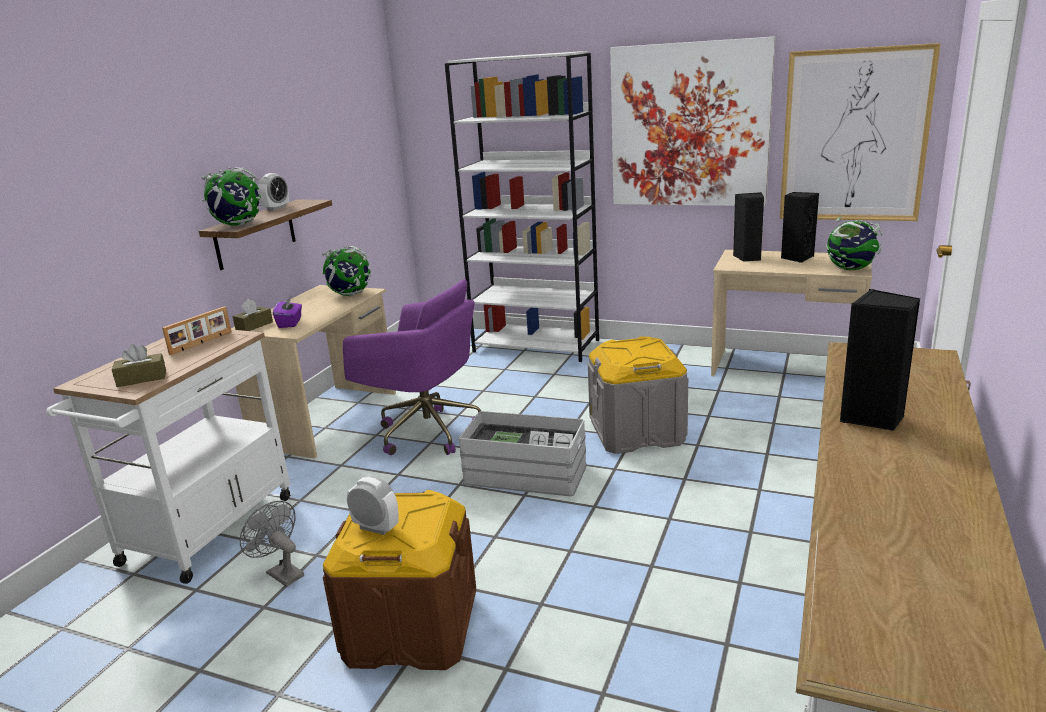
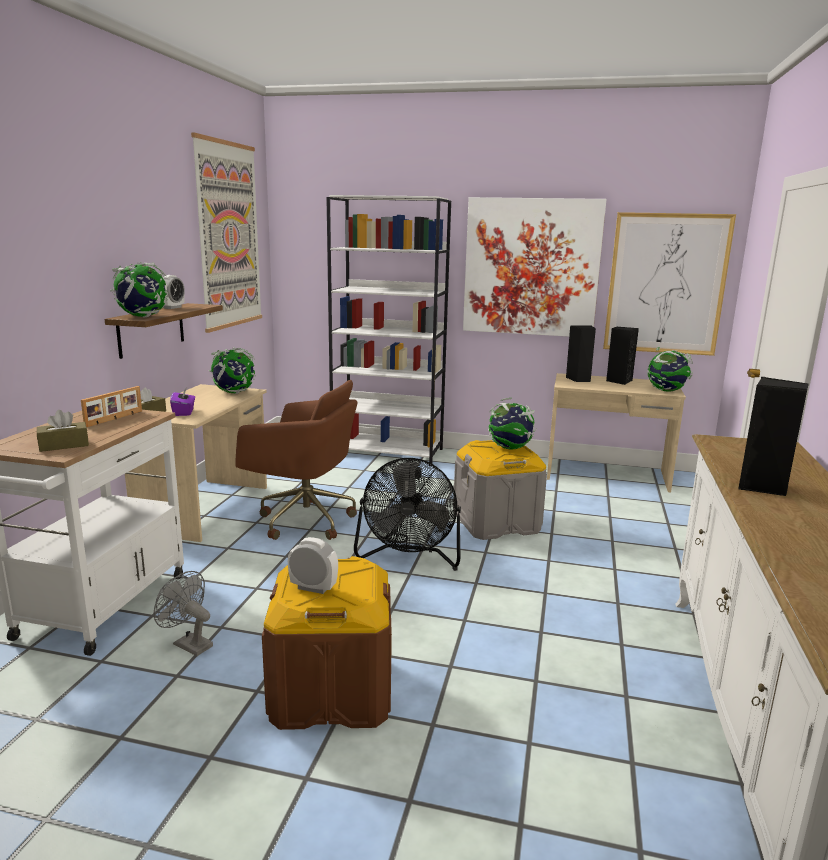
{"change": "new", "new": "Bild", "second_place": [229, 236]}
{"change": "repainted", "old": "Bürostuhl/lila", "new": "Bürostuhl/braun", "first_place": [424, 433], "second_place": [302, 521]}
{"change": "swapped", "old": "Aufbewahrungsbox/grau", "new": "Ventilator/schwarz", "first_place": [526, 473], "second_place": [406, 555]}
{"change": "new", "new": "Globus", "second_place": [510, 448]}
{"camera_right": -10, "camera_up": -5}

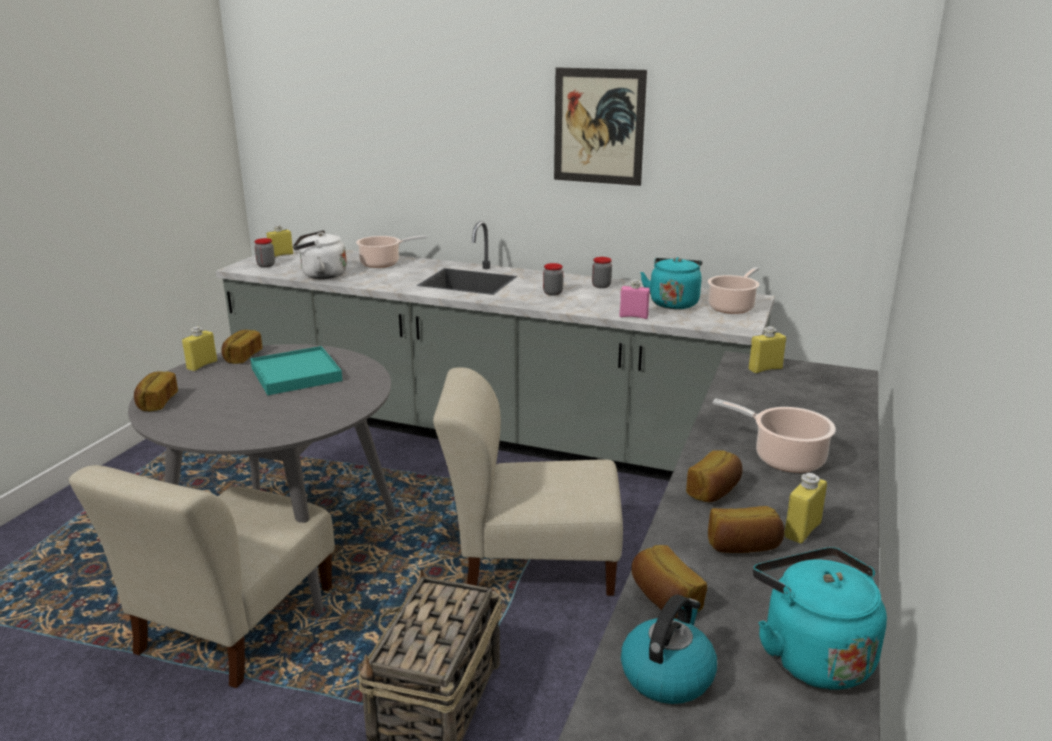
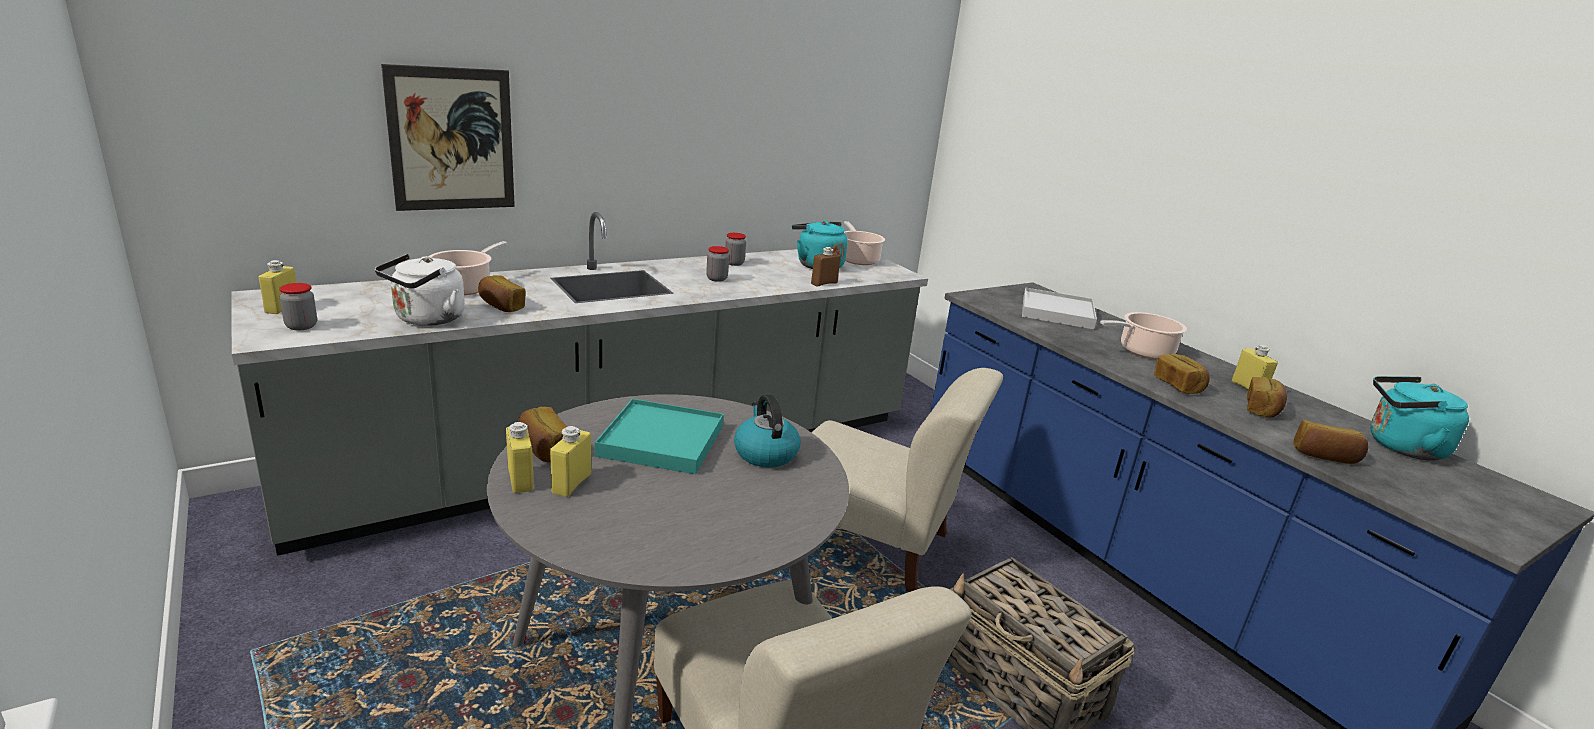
{"change": "shifted", "old": "Bild", "first_place": [598, 126], "second_place": [452, 140]}
{"change": "shifted", "old": "Brot", "first_place": [156, 402], "second_place": [501, 306]}
{"change": "shifted", "old": "Flasche/gelb", "first_place": [765, 369], "second_place": [571, 484]}
{"change": "shifted", "old": "Wasserkessel", "first_place": [667, 674], "second_place": [765, 453]}
{"change": "repainted", "old": "Flasche/rosa", "new": "Flasche/braun", "first_place": [633, 316], "second_place": [824, 283]}
{"change": "rotated", "old": "Stuhl/beige", "first_place": [532, 561], "second_place": [870, 542], "degrees": -105}
{"change": "new", "new": "Tablett/weiß", "second_place": [1057, 312]}
{"camera_right": -55, "camera_up": 0}

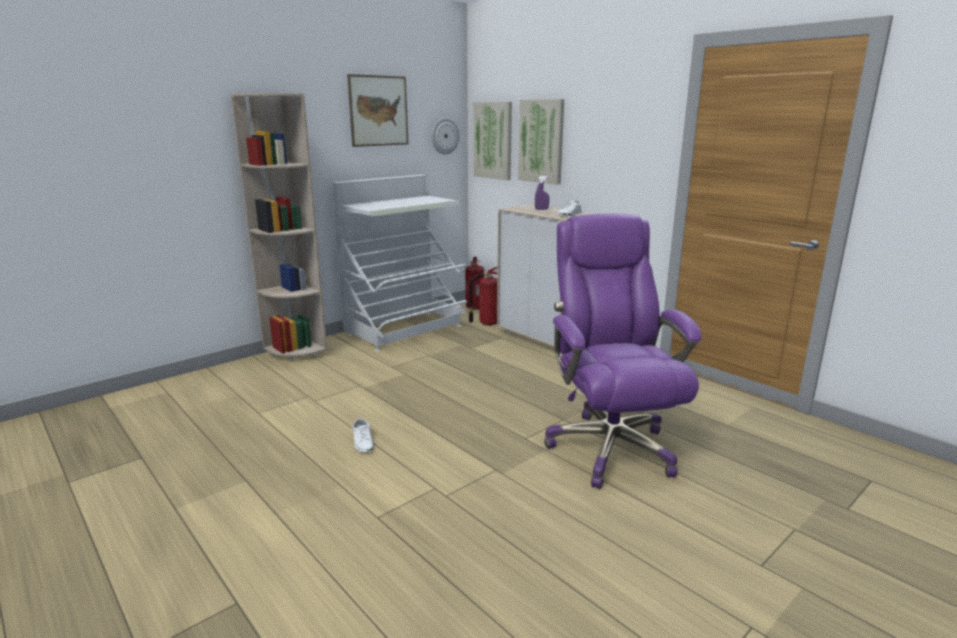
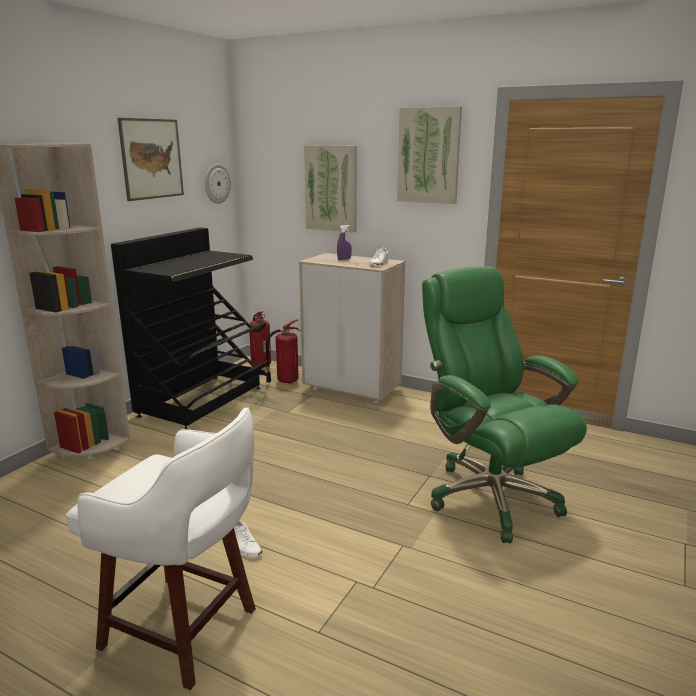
{"change": "new", "new": "Hocker/weiß", "second_place": [184, 631]}
{"change": "repainted", "old": "Schuhregal/weiß", "new": "Schuhregal/schwarz", "first_place": [407, 331], "second_place": [205, 402]}
{"change": "shifted", "old": "Bild", "first_place": [493, 140], "second_place": [429, 155]}
{"change": "repainted", "old": "Bürostuhl/lila", "new": "Bürostuhl/grün", "first_place": [610, 446], "second_place": [490, 496]}
{"camera_right": -20, "camera_up": 0}

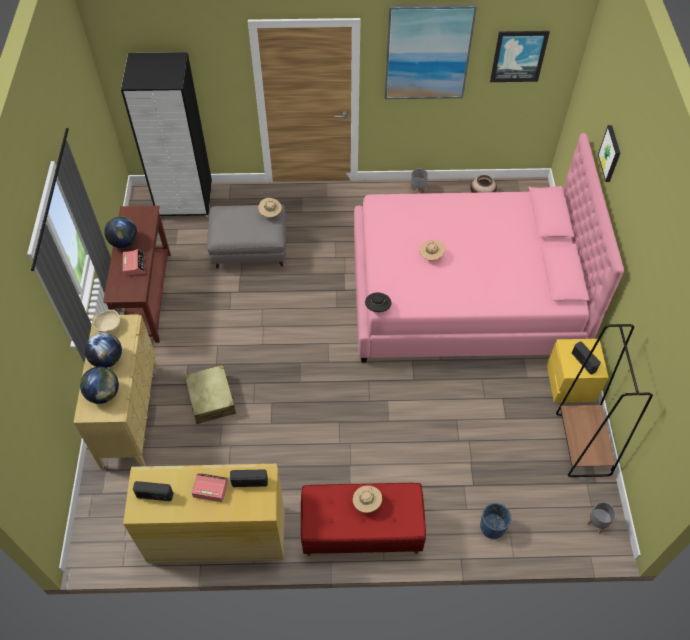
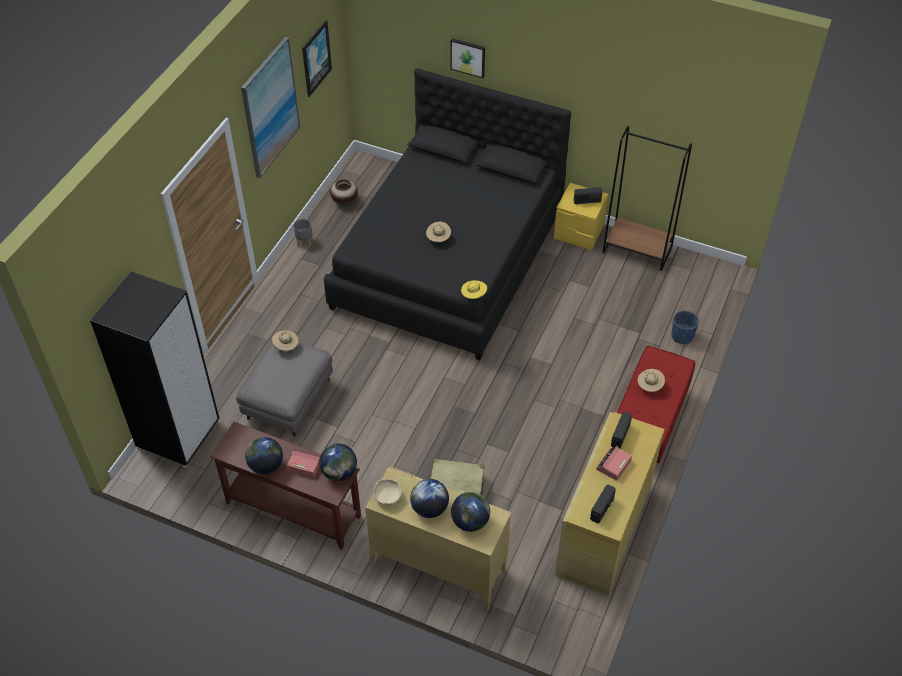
{"change": "new", "new": "Globus", "second_place": [339, 472]}
{"change": "repainted", "old": "Bett/rosa", "new": "Bett/schwarz", "first_place": [464, 294], "second_place": [448, 260]}
{"change": "repainted", "old": "Hut/schwarz", "new": "Hut/gelb", "first_place": [377, 308], "second_place": [473, 296]}
{"change": "gone", "old": "Pflanzkübel/grau", "first_place": [597, 523]}
{"camera_right": -65, "camera_up": -5}

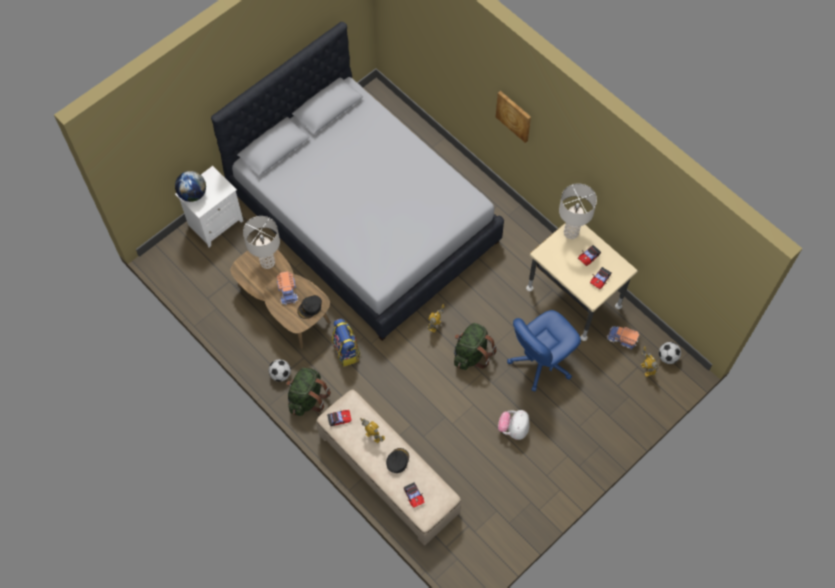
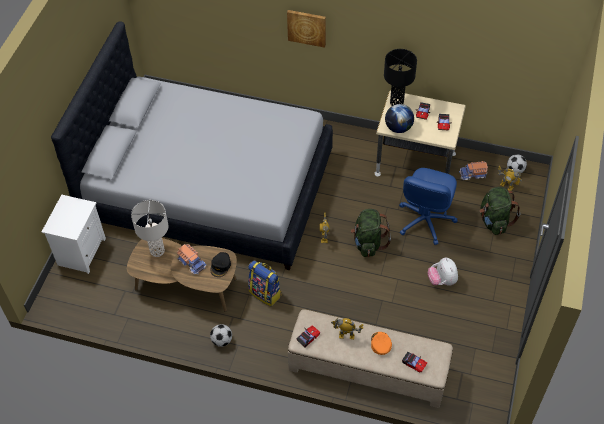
{"change": "repainted", "old": "Kappe/schwarz", "new": "Kappe/orange", "first_place": [397, 461], "second_place": [380, 344]}
{"change": "repainted", "old": "Tischlampe/weiß", "new": "Tischlampe/schwarz", "first_place": [571, 232], "second_place": [396, 102]}
{"change": "shifted", "old": "Globus", "first_place": [192, 194], "second_place": [398, 128]}
{"change": "shifted", "old": "Rucksack/grün", "first_place": [307, 398], "second_place": [494, 221]}
{"camera_right": -30, "camera_up": -10}

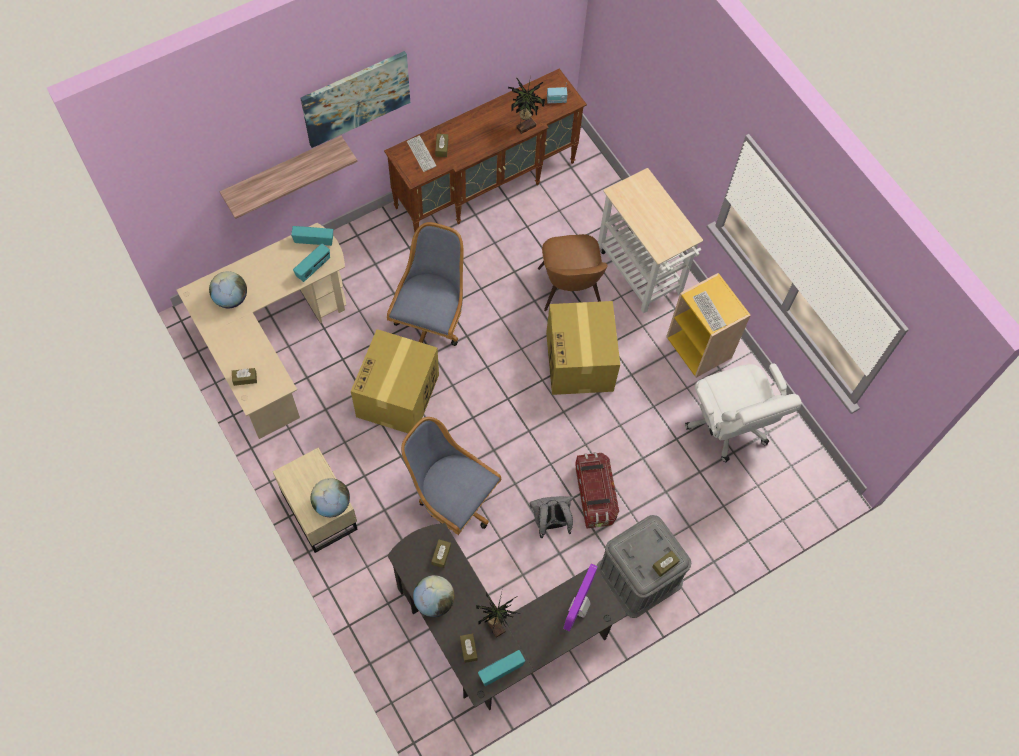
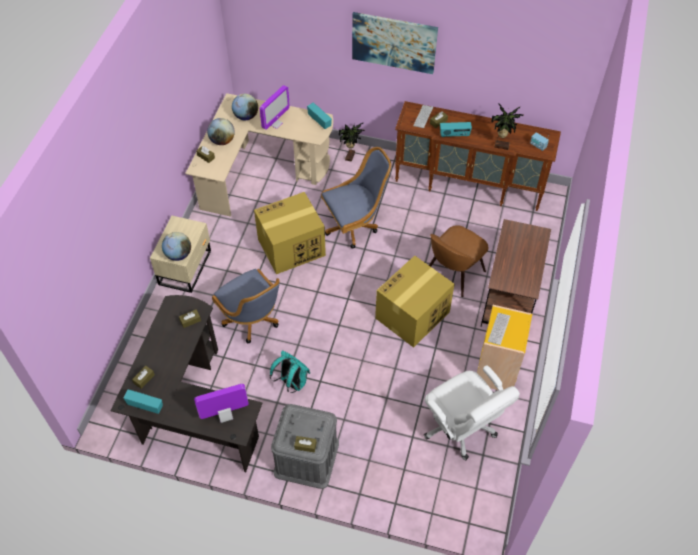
{"change": "shifted", "old": "Globus", "first_place": [434, 601], "second_place": [222, 141]}
{"change": "rotated", "old": "Bürostuhl/blau", "first_place": [451, 501], "second_place": [254, 322], "degrees": 150}
{"change": "new", "new": "Monitor", "second_place": [275, 123]}
{"change": "repainted", "old": "Rucksack/grau", "new": "Rucksack/türkis", "first_place": [550, 523], "second_place": [292, 382]}
{"change": "shifted", "old": "Topfpflanze", "first_place": [496, 624], "second_place": [351, 156]}
{"change": "rotated", "old": "Bürostuhl/weiß", "first_place": [728, 428], "second_place": [461, 430], "degrees": -60}
{"change": "shifted", "old": "Radio", "first_place": [313, 268], "second_place": [454, 135]}
{"change": "swapped", "old": "Rollwagen/weiß", "new": "Schreibtisch/braun", "first_place": [640, 272], "second_place": [509, 299]}
{"change": "gone", "old": "Wandregal", "first_place": [283, 171]}
{"change": "gone", "old": "Aufbewahrungsbox", "first_place": [594, 495]}
{"camera_right": 50, "camera_up": -10}

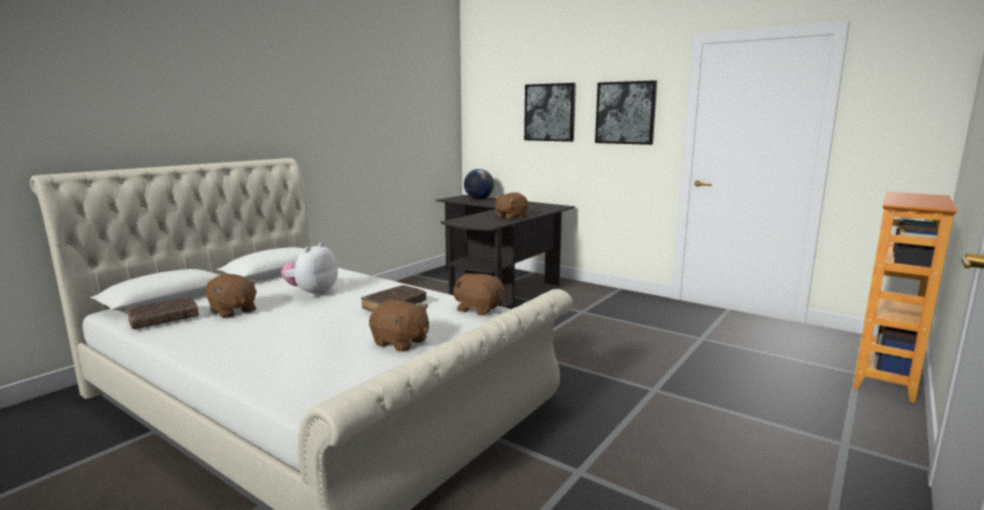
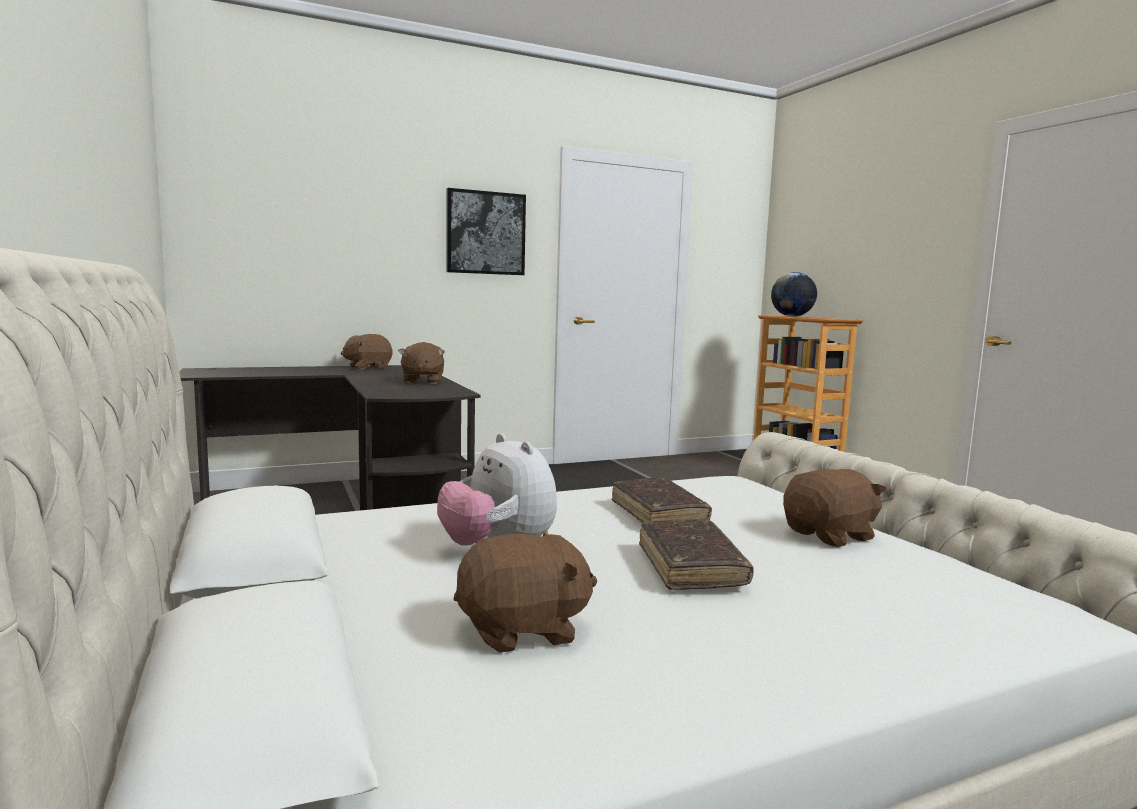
{"change": "shifted", "old": "Plüschtier/braun", "first_place": [478, 309], "second_place": [368, 368]}
{"change": "shifted", "old": "Buch/braun", "first_place": [164, 320], "second_place": [691, 566]}
{"change": "shifted", "old": "Globus", "first_place": [478, 199], "second_place": [792, 316]}
{"change": "gone", "old": "Bild", "first_place": [550, 112]}
{"camera_right": -60, "camera_up": -5}

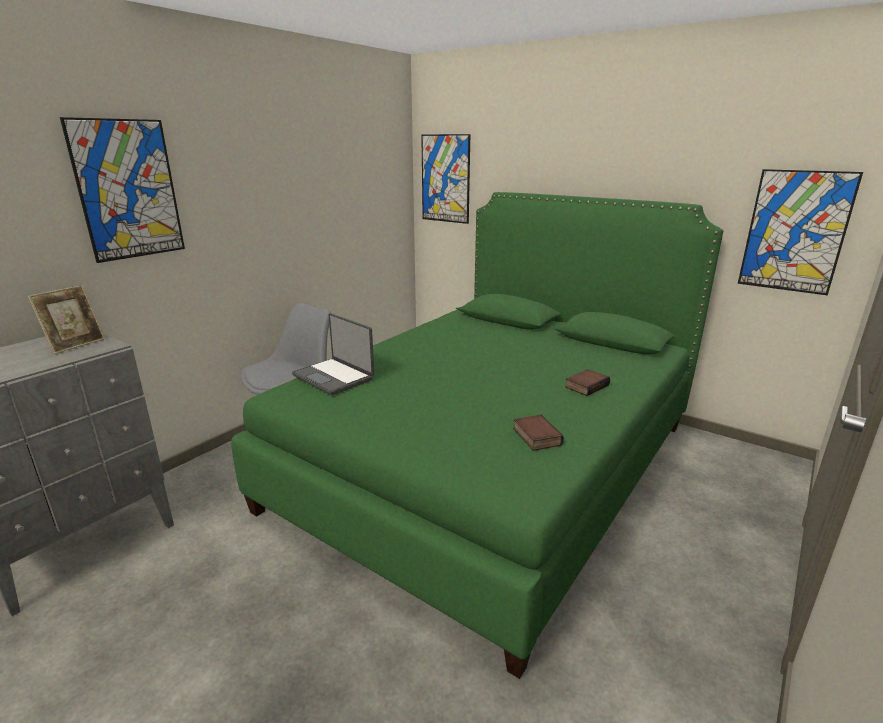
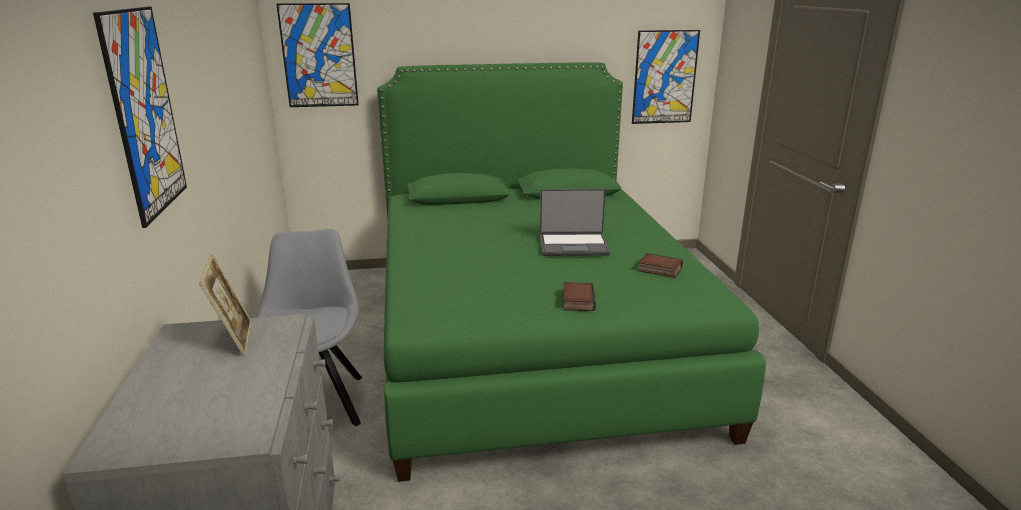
{"change": "shifted", "old": "Laptop", "first_place": [334, 377], "second_place": [573, 245]}
{"change": "shifted", "old": "Buch", "first_place": [586, 385], "second_place": [577, 300]}
{"camera_right": -45, "camera_up": 0}

